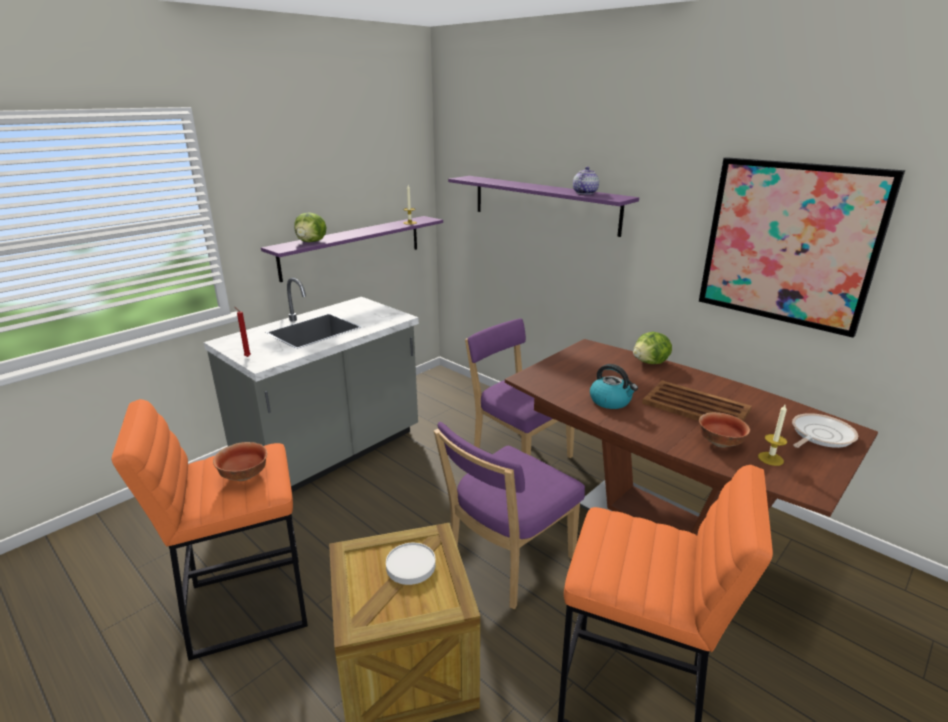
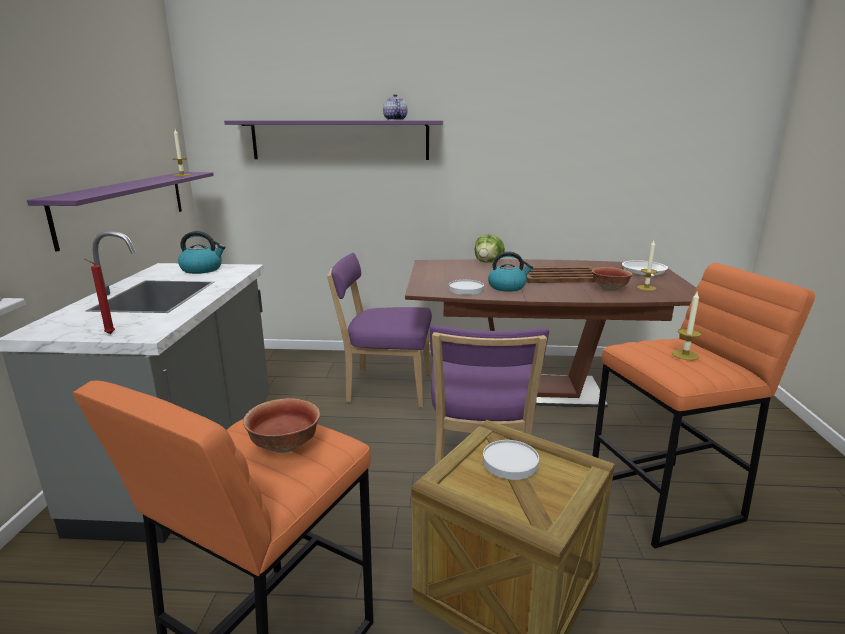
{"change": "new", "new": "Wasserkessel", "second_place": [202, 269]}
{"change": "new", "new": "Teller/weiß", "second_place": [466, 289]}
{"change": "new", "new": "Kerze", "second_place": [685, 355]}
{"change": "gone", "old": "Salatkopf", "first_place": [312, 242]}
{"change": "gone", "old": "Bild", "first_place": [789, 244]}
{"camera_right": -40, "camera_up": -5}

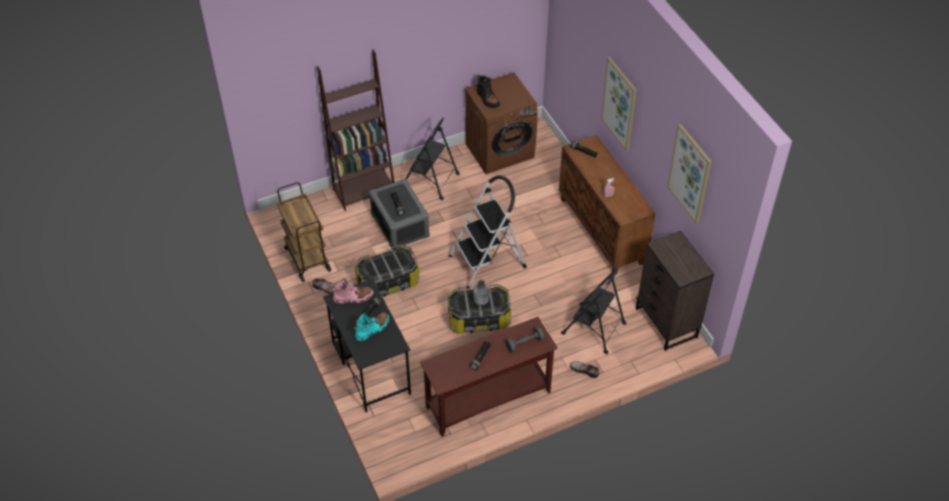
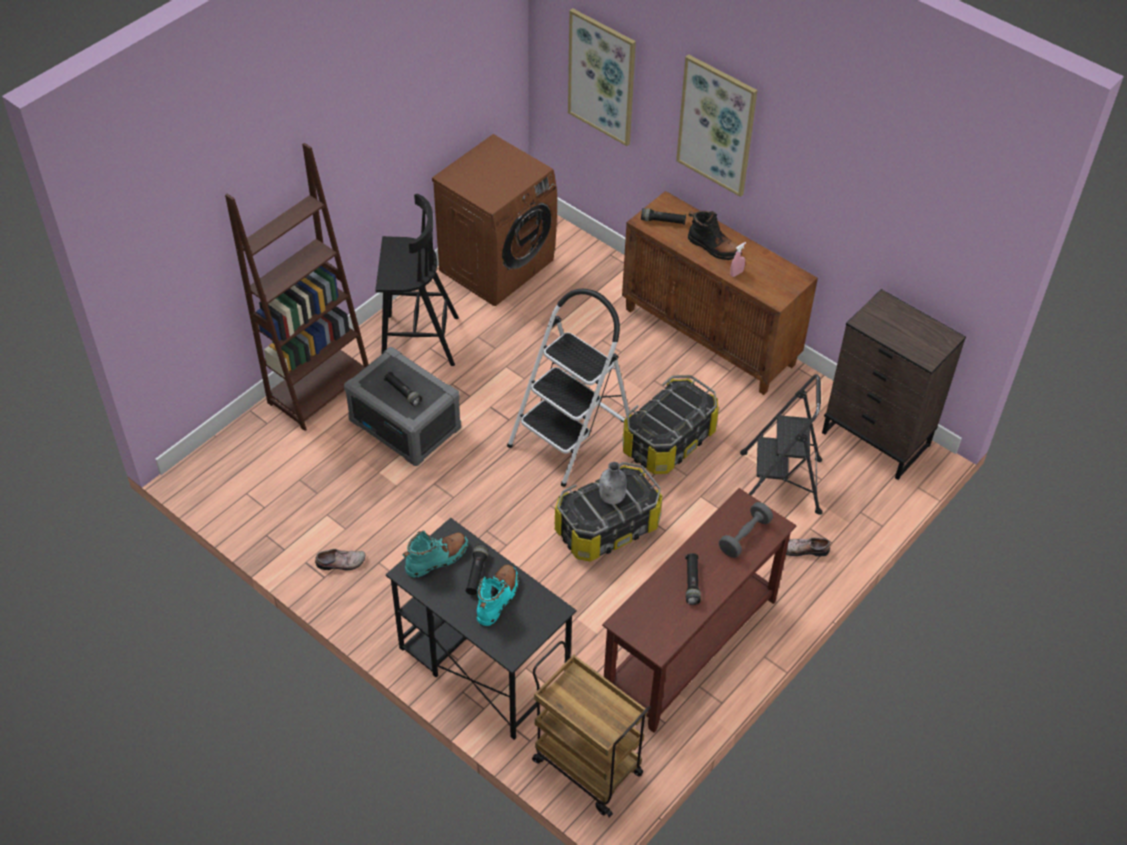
{"change": "swapped", "old": "Trittleiter/schwarz", "new": "Hocker/schwarz", "first_place": [431, 180], "second_place": [416, 340]}
{"change": "repainted", "old": "Stiefel/rosa", "new": "Stiefel/türkis", "first_place": [353, 297], "second_place": [437, 559]}
{"change": "shifted", "old": "Rollwagen/braun", "first_place": [307, 259], "second_place": [586, 766]}
{"change": "shifted", "old": "Bild", "first_place": [690, 173], "second_place": [602, 77]}
{"change": "shifted", "old": "Aufbewahrungsbox", "first_place": [388, 282], "second_place": [668, 440]}
{"change": "shifted", "old": "Stiefel/schwarz", "first_place": [487, 99], "second_place": [713, 247]}
{"camera_right": -25, "camera_up": 0}

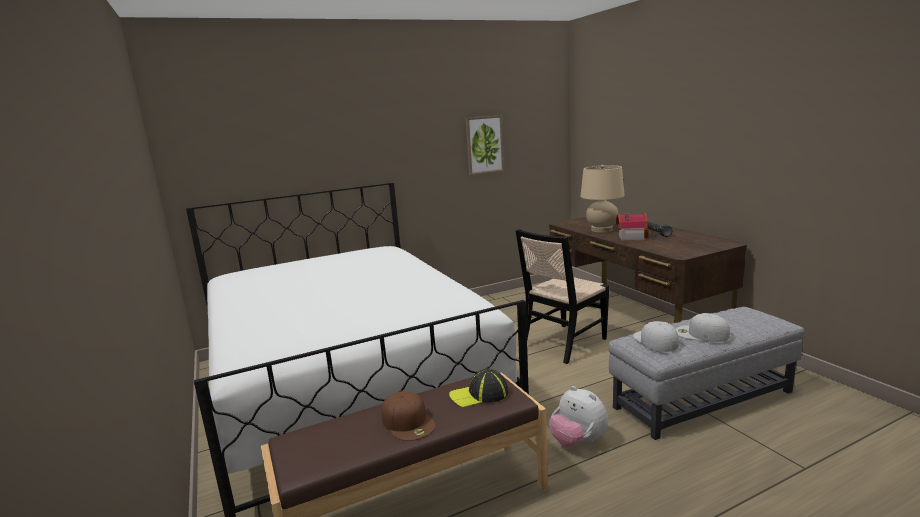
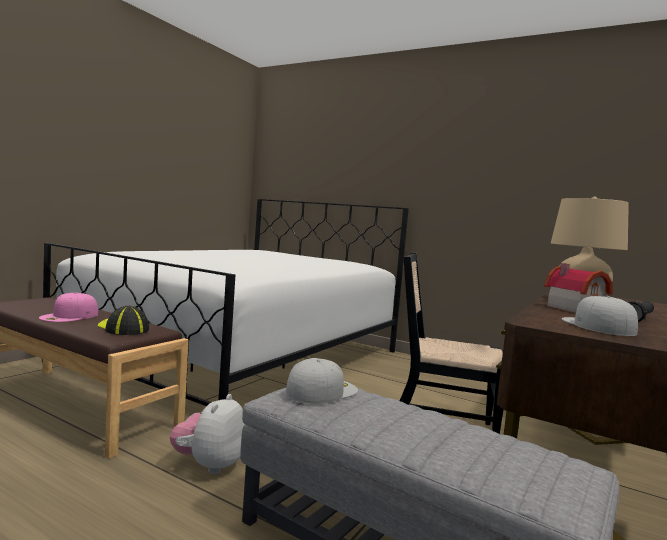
{"change": "repainted", "old": "Kappe/braun", "new": "Kappe/rosa", "first_place": [408, 422], "second_place": [69, 316]}
{"change": "shifted", "old": "Kappe/weiß", "first_place": [701, 334], "second_place": [596, 326]}
{"change": "gone", "old": "Bild", "first_place": [484, 145]}
{"camera_right": 55, "camera_up": -10}

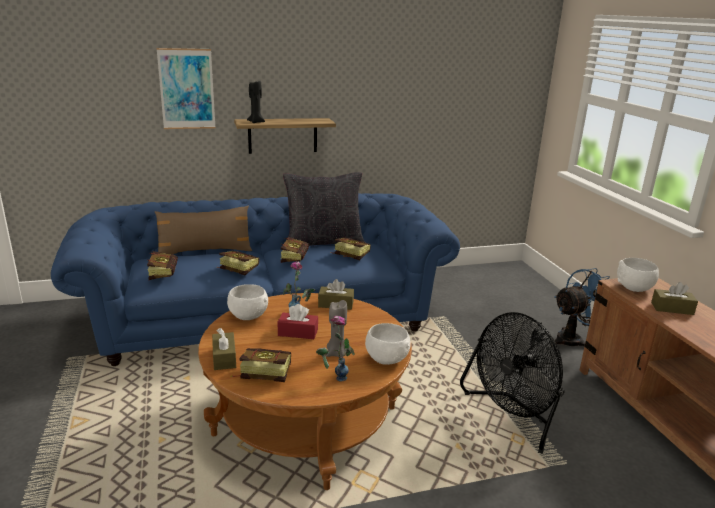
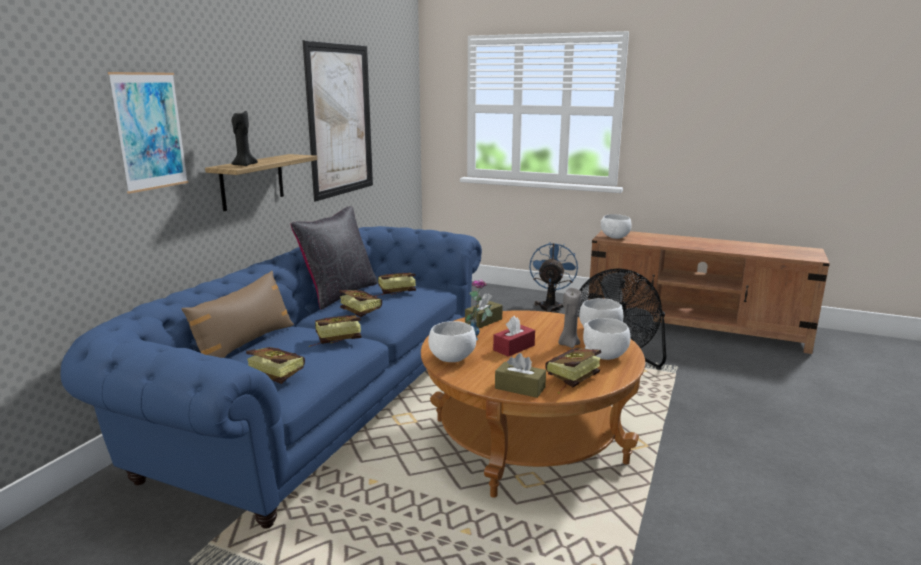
{"change": "new", "new": "Bild", "second_place": [340, 120]}
{"change": "swapped", "old": "Vase", "new": "Schüssel/weiß", "first_place": [334, 377], "second_place": [605, 355]}
{"change": "gone", "old": "Taschentuchbox/braun", "first_place": [672, 308]}
{"camera_right": -50, "camera_up": -5}

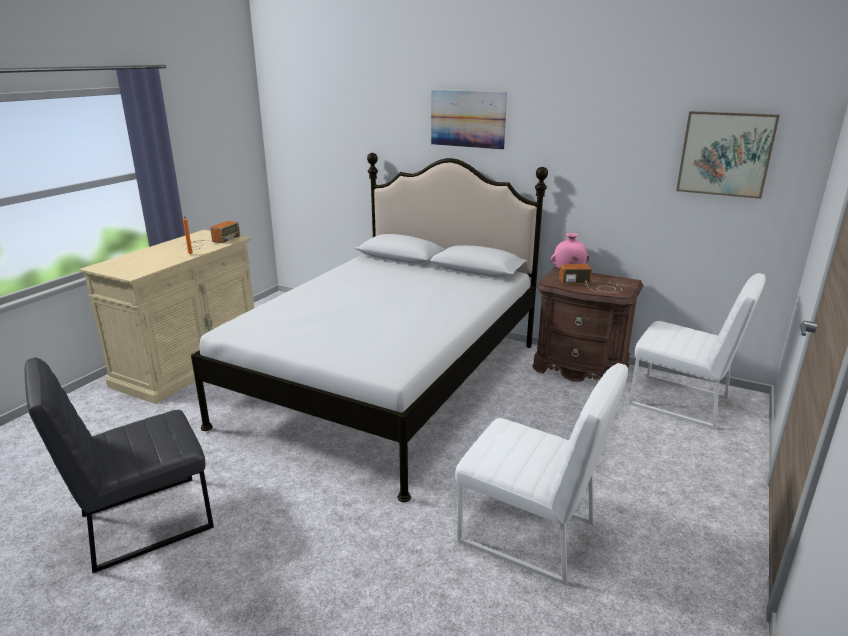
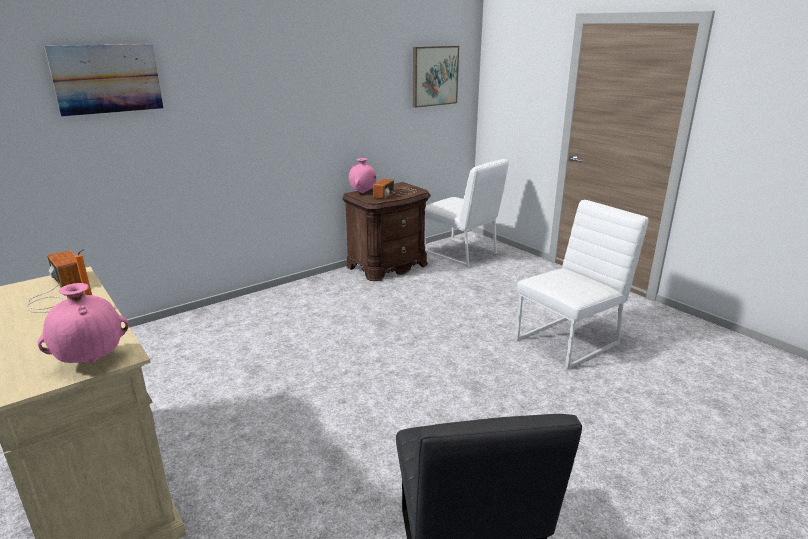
{"change": "new", "new": "Vase/rosa", "second_place": [92, 360]}
{"change": "shifted", "old": "Bild", "first_place": [467, 119], "second_place": [107, 79]}
{"change": "rotated", "old": "Stuhl/weiß", "first_place": [682, 402], "second_place": [461, 253], "degrees": 75}
{"change": "gone", "old": "Bett/weiß", "first_place": [388, 382]}
{"camera_right": -65, "camera_up": 0}

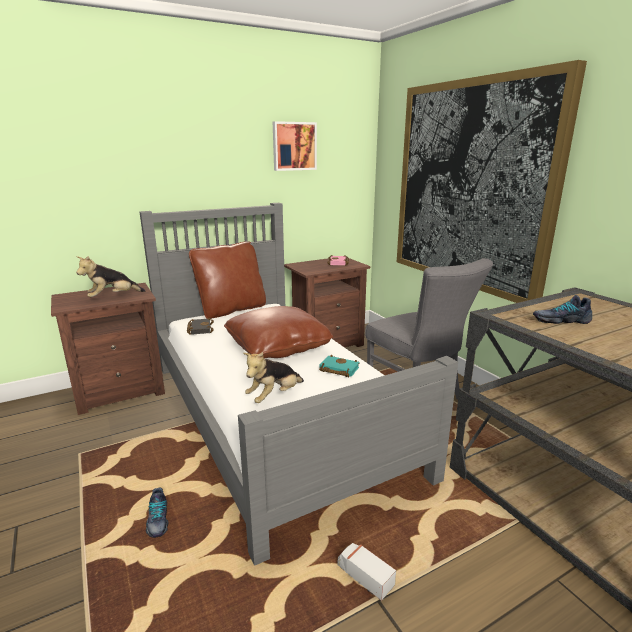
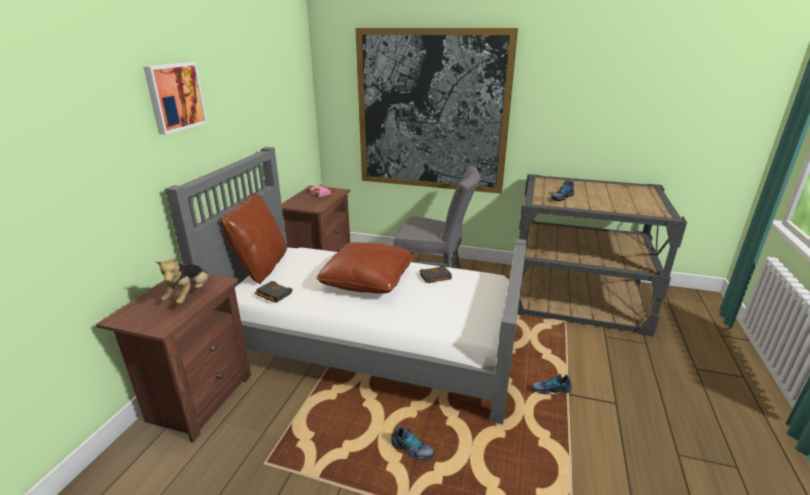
{"change": "shifted", "old": "Bild", "first_place": [294, 146], "second_place": [174, 97]}
{"change": "repainted", "old": "Buch/türkis", "new": "Buch/schwarz", "first_place": [337, 369], "second_place": [435, 277]}
{"change": "swapped", "old": "Spielzeuglaster", "new": "Schuh", "first_place": [364, 577], "second_place": [550, 389]}
{"change": "gone", "old": "Plüschtier", "first_place": [274, 396]}
{"camera_right": -45, "camera_up": 5}

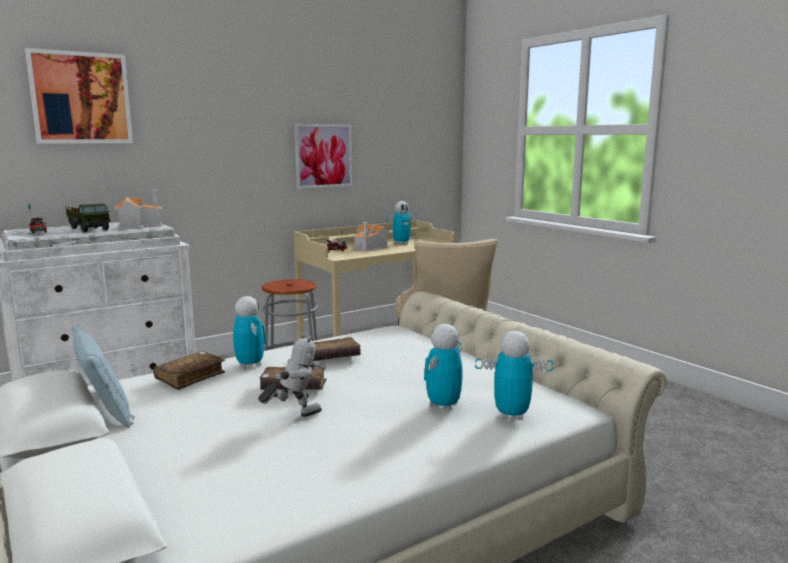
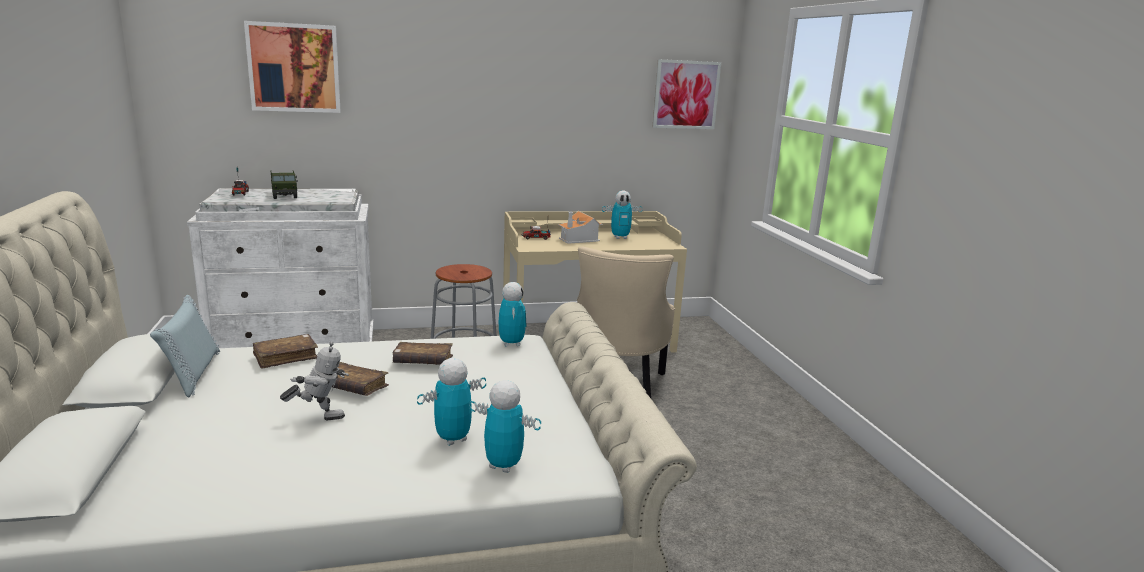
{"change": "shifted", "old": "Spielzeugroboter", "first_place": [250, 365], "second_place": [511, 343]}
{"change": "shifted", "old": "Bild", "first_place": [323, 156], "second_place": [686, 94]}
{"change": "gone", "old": "Spielzeughaus", "first_place": [138, 225]}
{"camera_right": 20, "camera_up": 5}

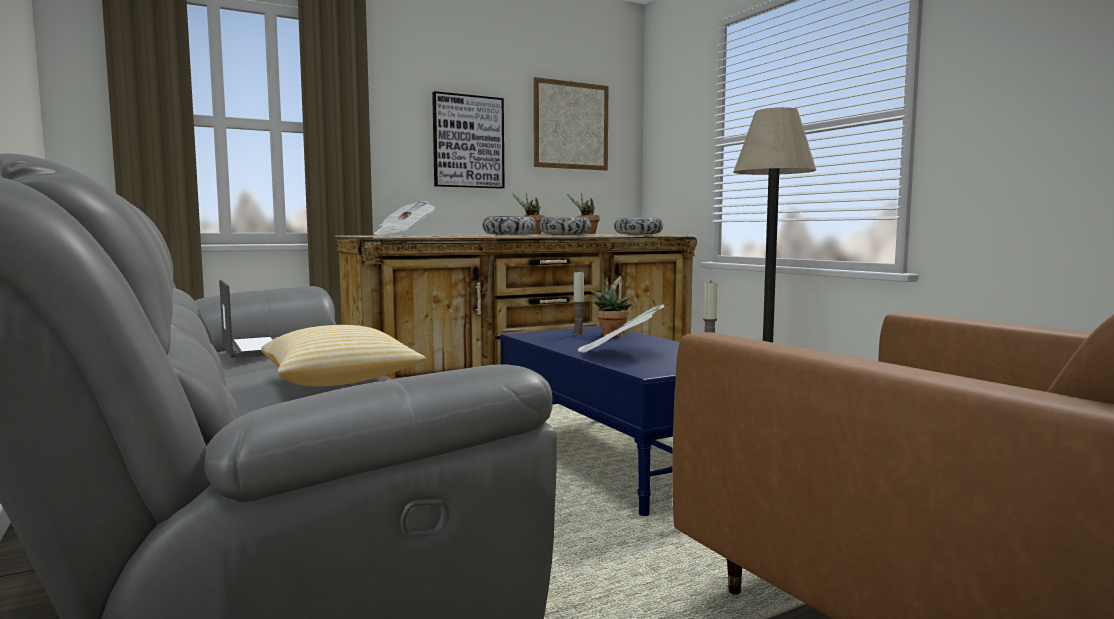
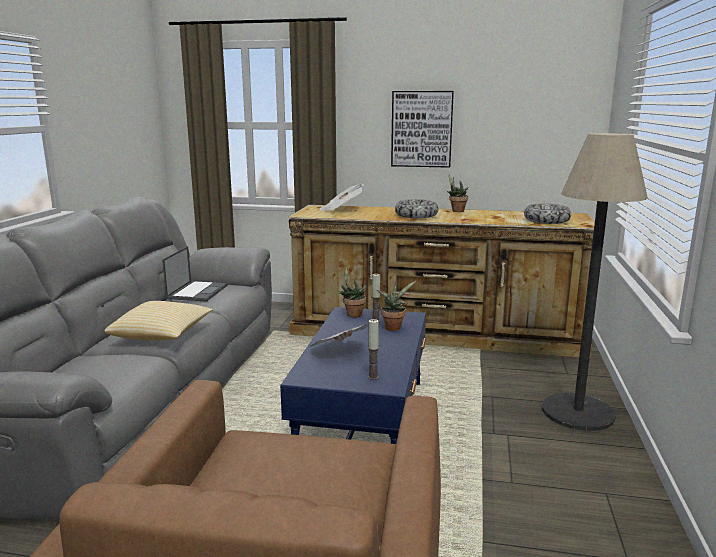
{"change": "shifted", "old": "Topfpflanze", "first_place": [586, 233], "second_place": [352, 314]}
{"change": "gone", "old": "Bild", "first_place": [571, 124]}
{"change": "gone", "old": "Schüssel", "first_place": [565, 234]}
{"camera_right": 40, "camera_up": 10}

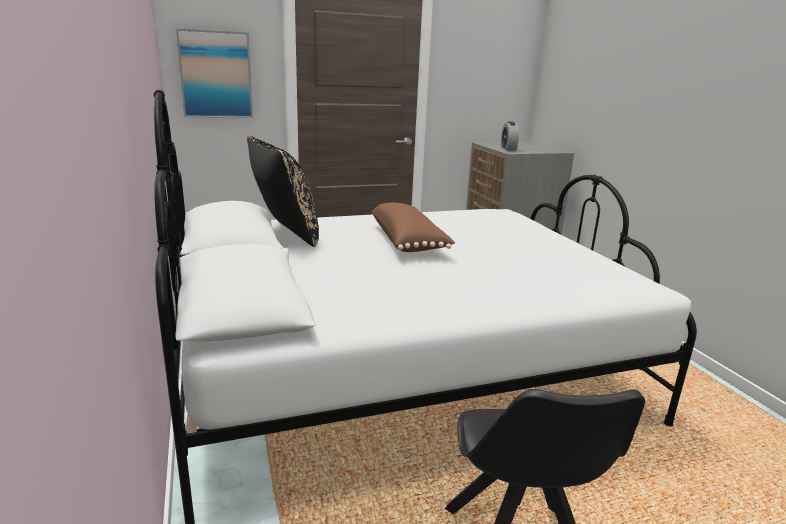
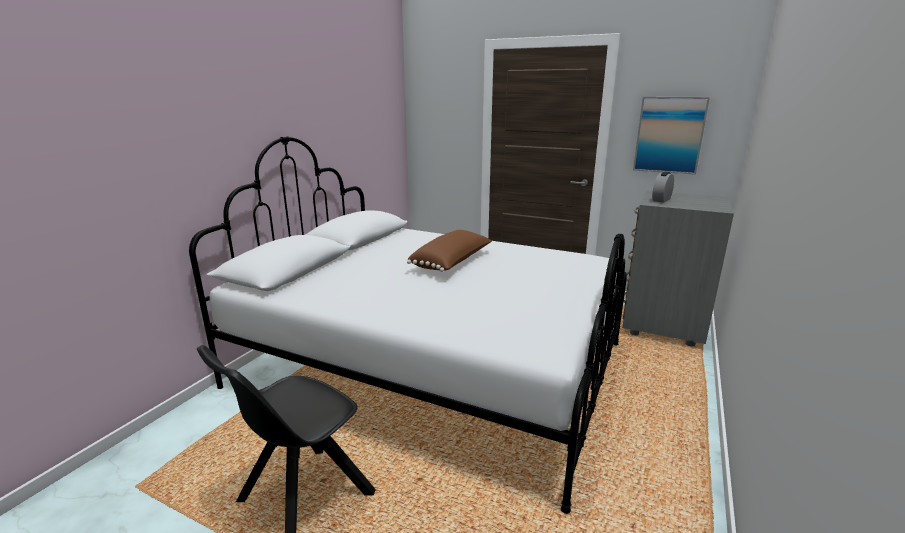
{"change": "shifted", "old": "Bild", "first_place": [216, 75], "second_place": [669, 135]}
{"change": "gone", "old": "Kissen/schwarz", "first_place": [285, 235]}
{"camera_right": 45, "camera_up": 0}

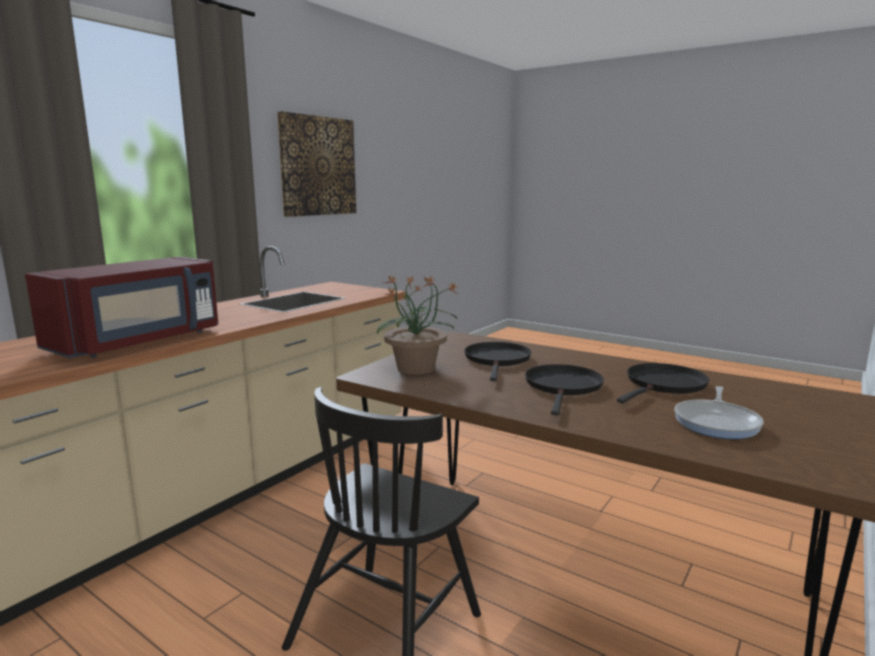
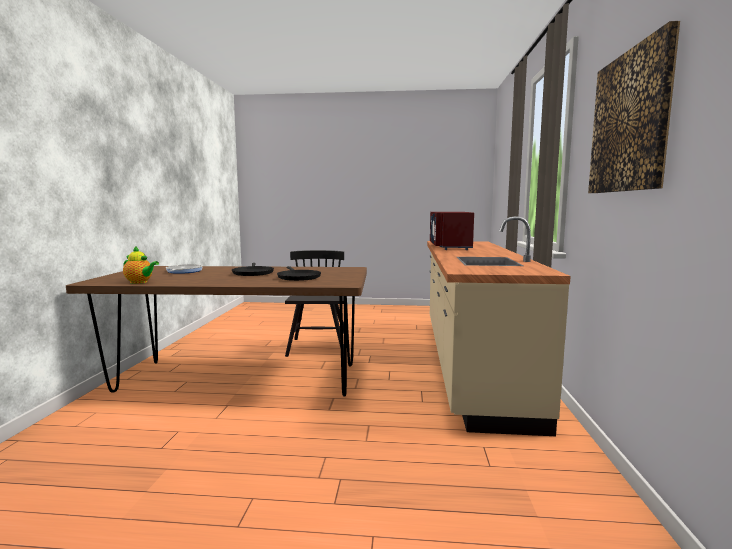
{"change": "new", "new": "Teekanne", "second_place": [140, 282]}
{"change": "gone", "old": "Topfpflanze", "first_place": [416, 369]}
{"change": "gone", "old": "Pfanne/schwarz", "first_place": [664, 385]}
{"camera_right": 150, "camera_up": -5}

